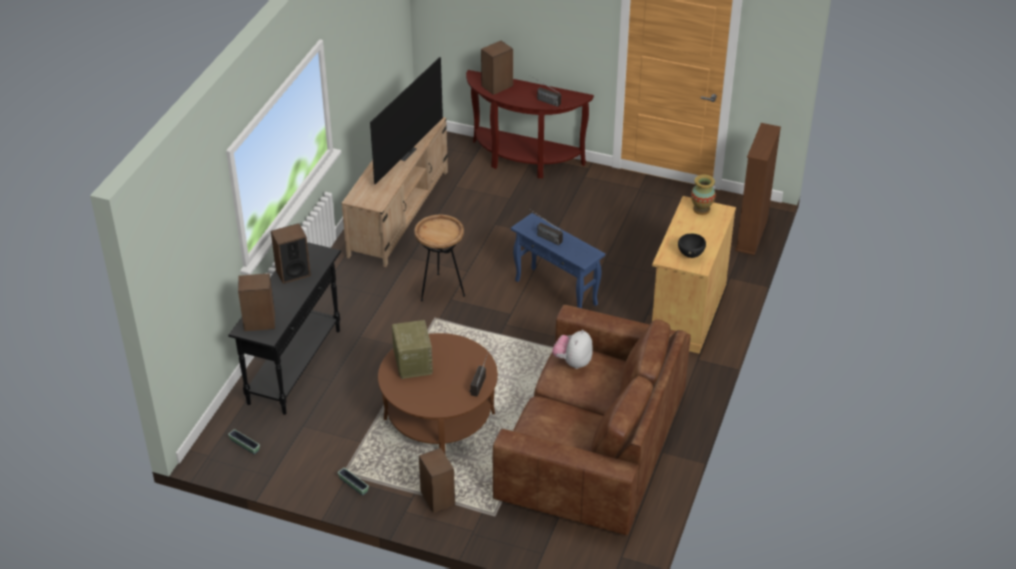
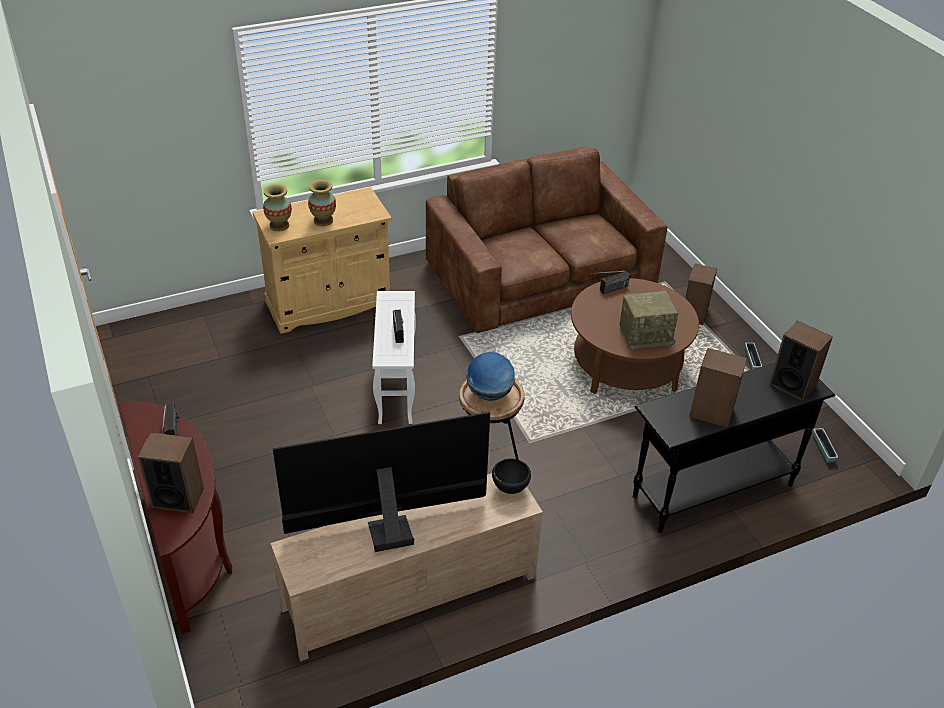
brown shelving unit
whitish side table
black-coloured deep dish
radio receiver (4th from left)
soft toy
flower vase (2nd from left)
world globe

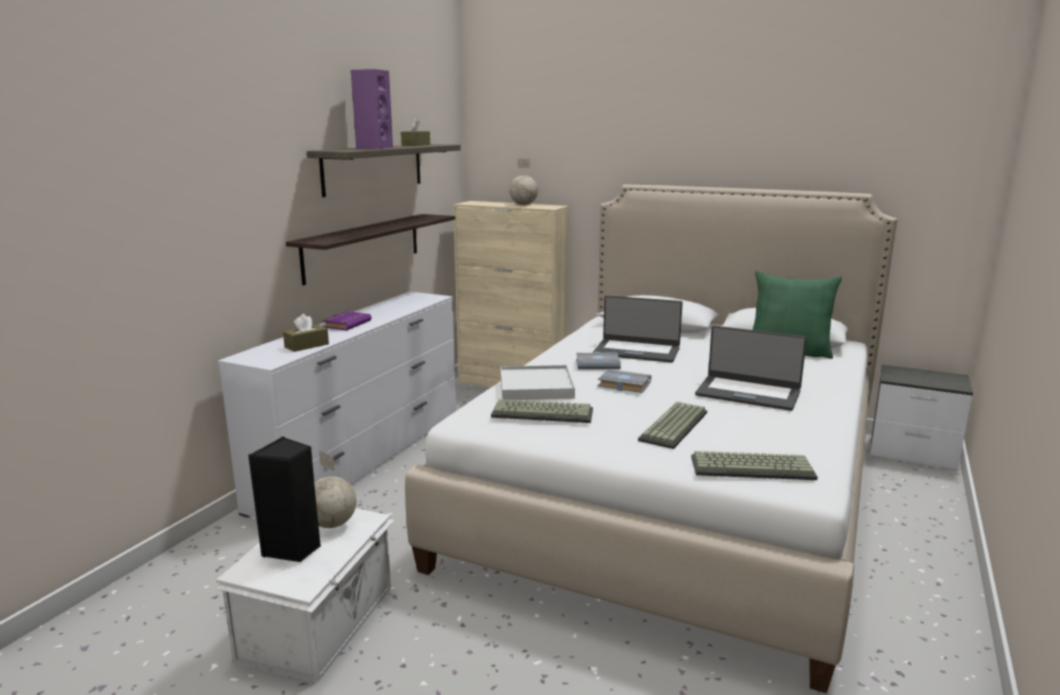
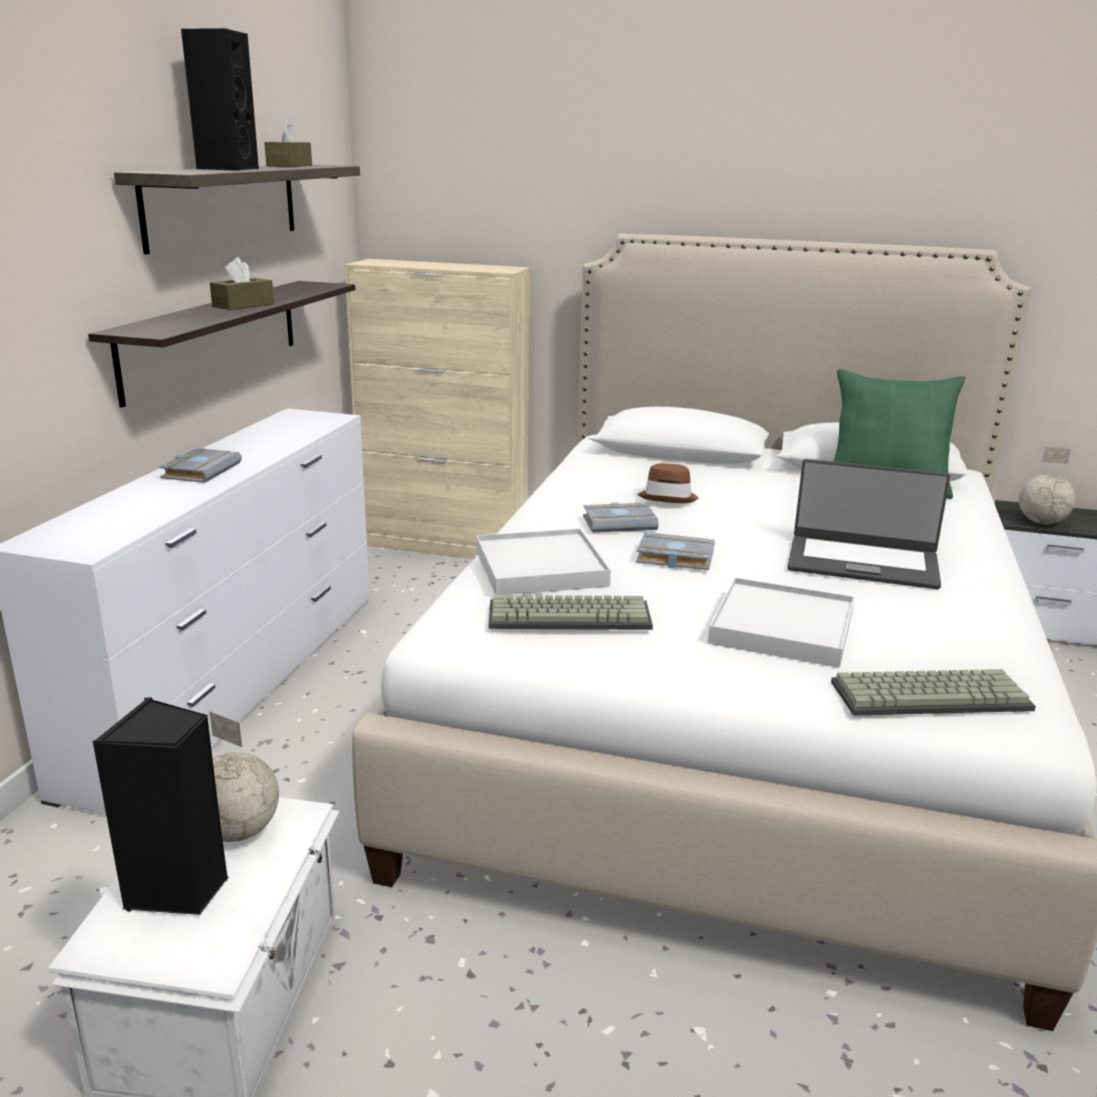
black-coloured speaker (2nd from left)
world globe (2nd from left)
brown wearable hat
grey bound book (1st from left)
brown tissue box (1st from left)
whitish serving tray (2nd from left)

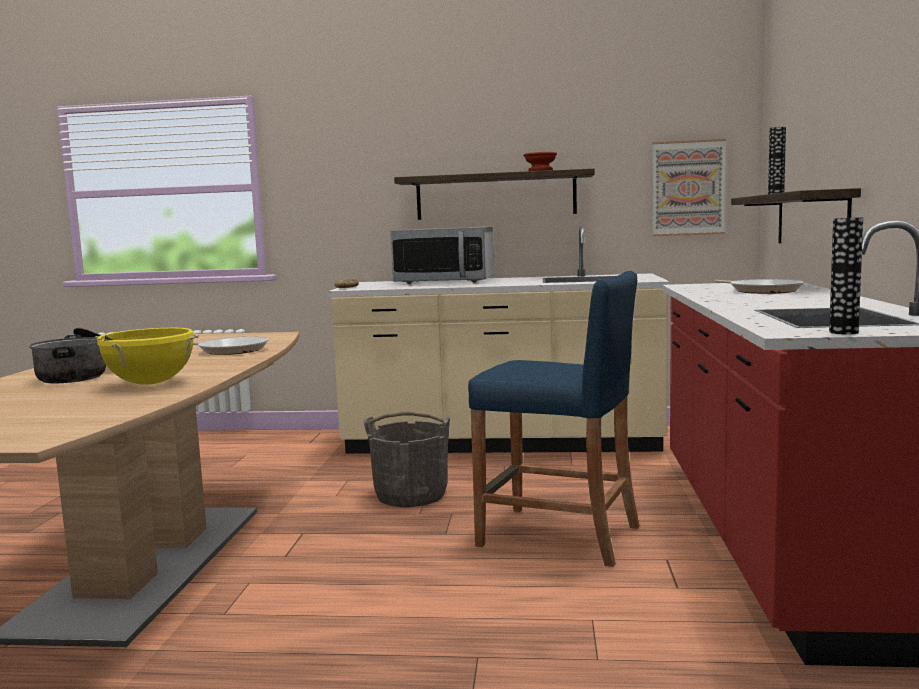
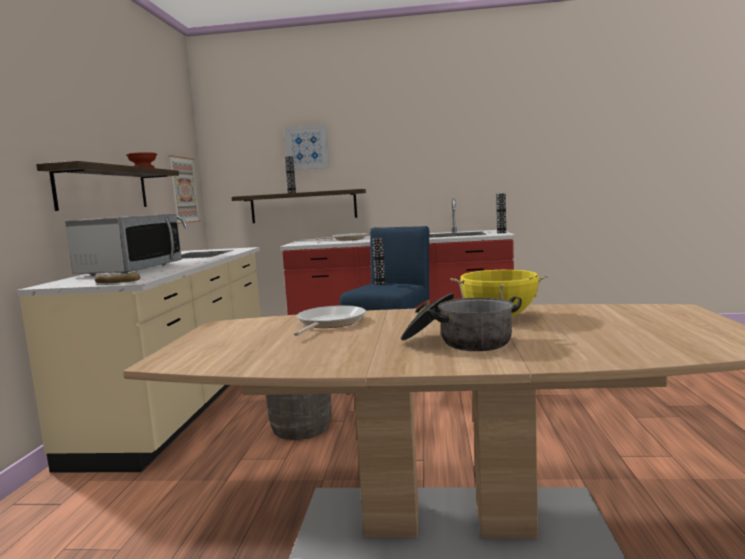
wall art (2nd from left)
flower vase (2nd from left)

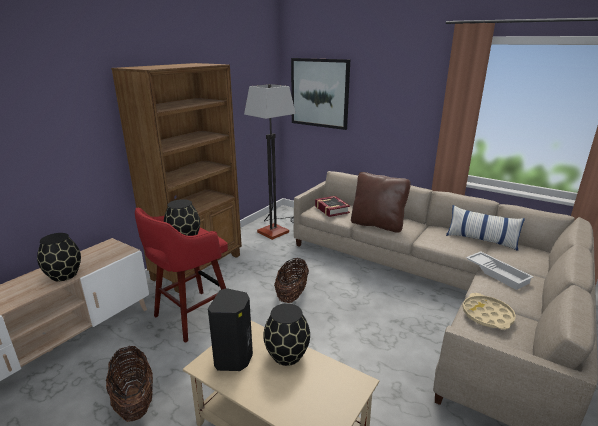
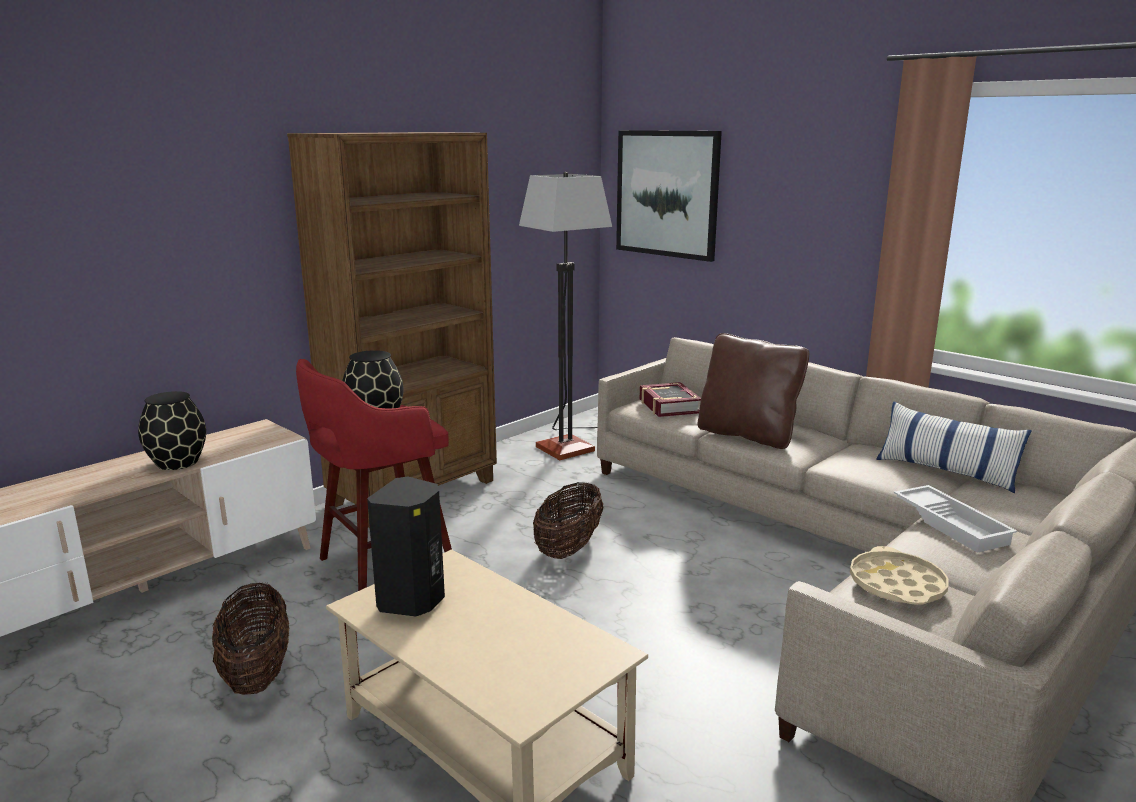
black-coloured flower vase (3rd from left in the first image)

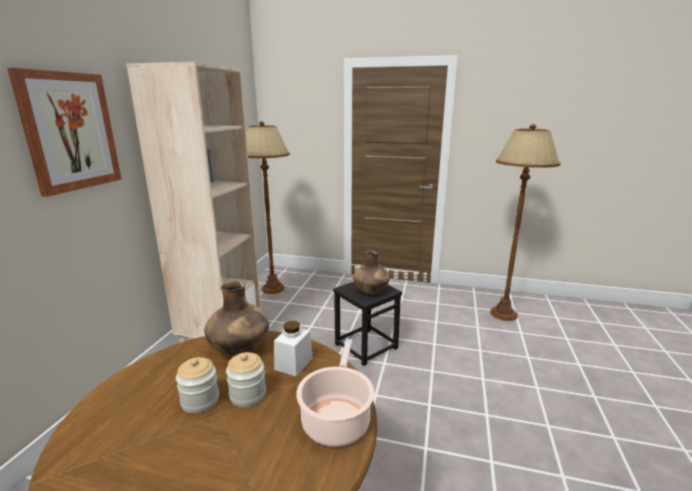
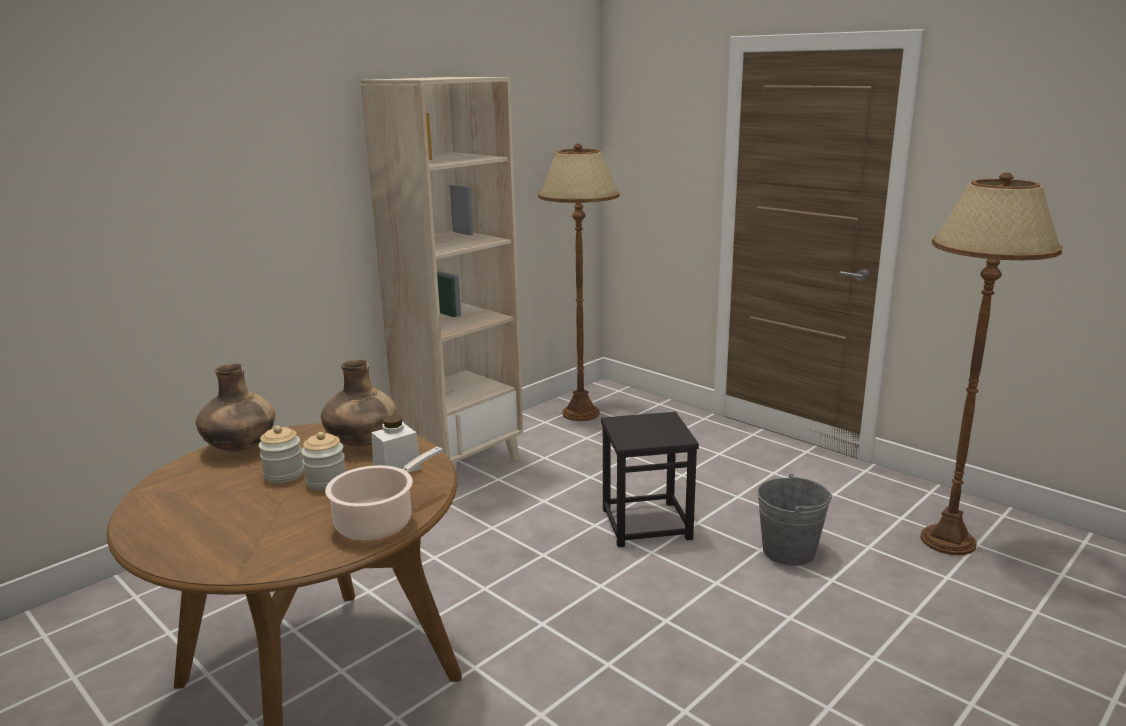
wall art
brown flower vase (1st from left)
grey pail

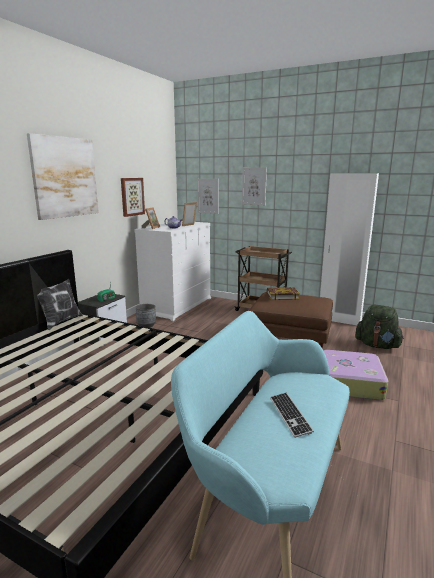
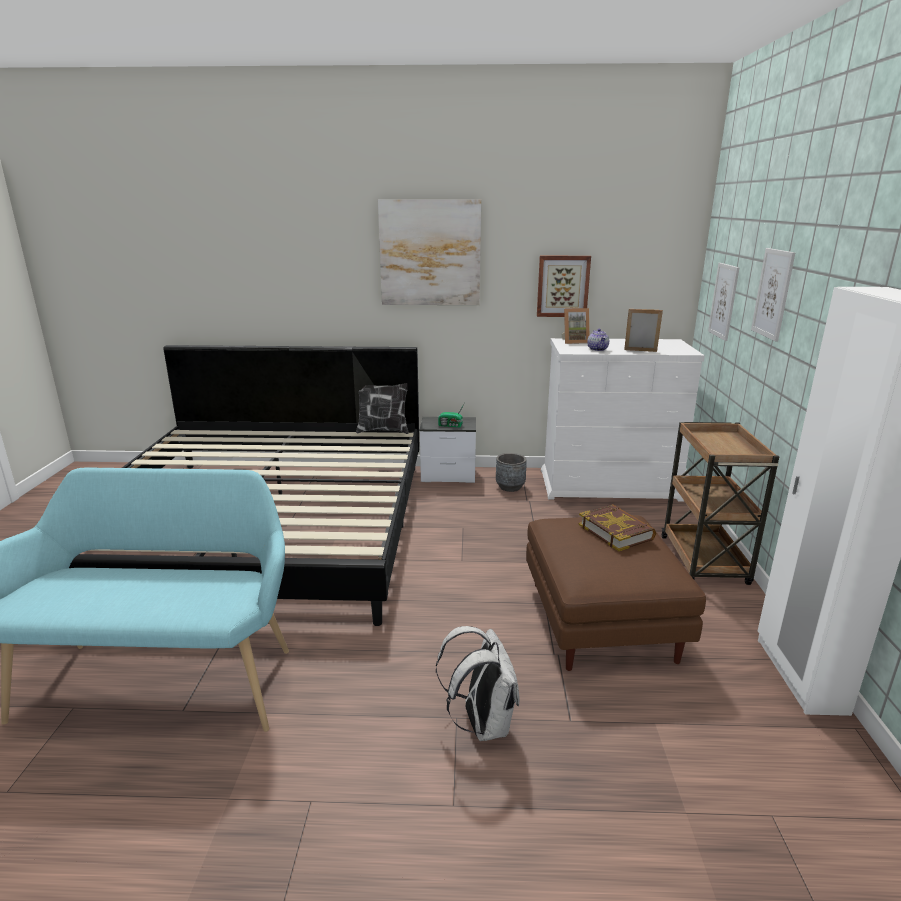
green backpack
whitish backpack
keyboard

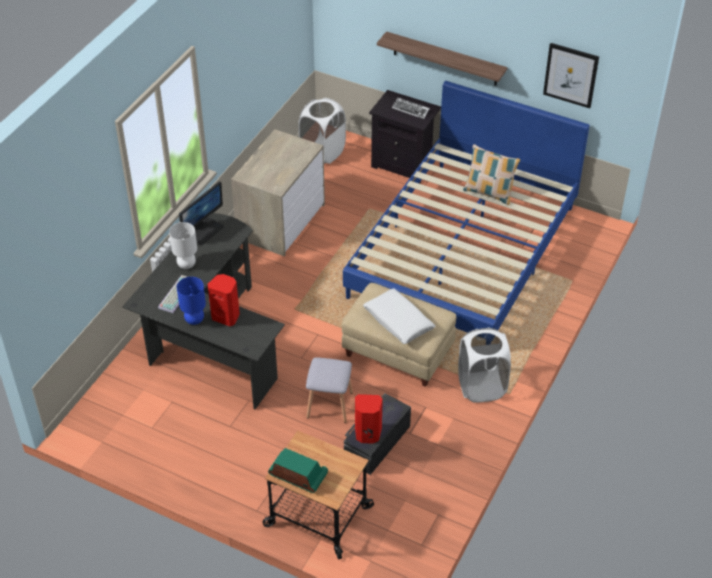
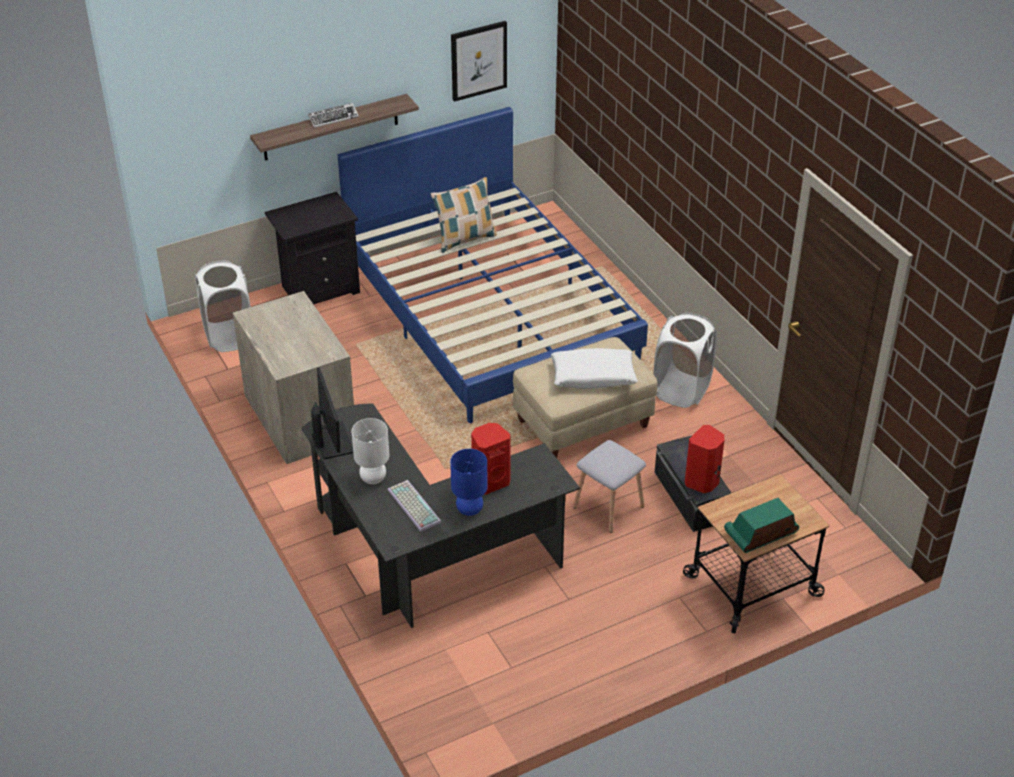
keyboard (1st from left)

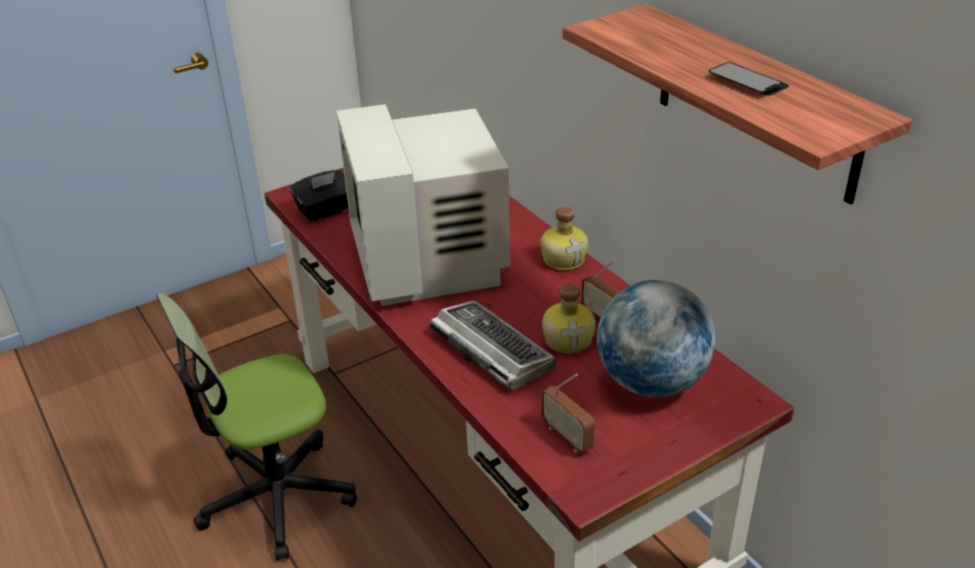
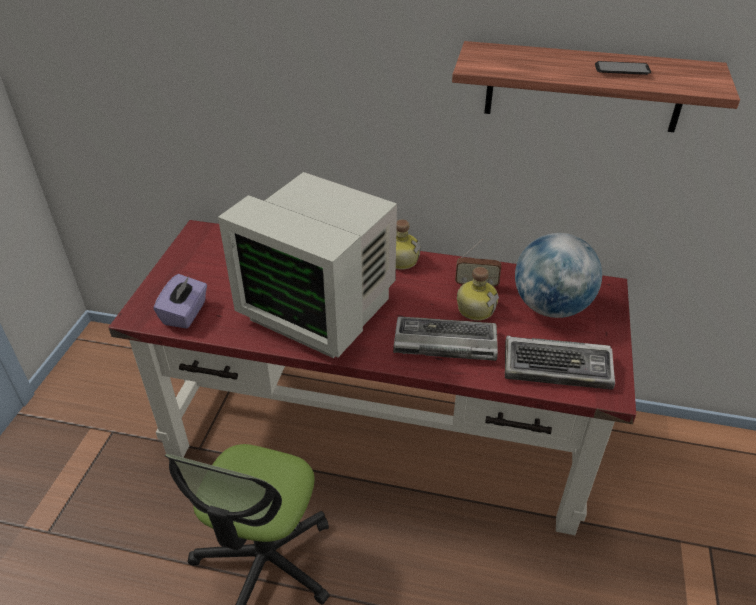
purple-coloured tissue box
keyboard (2nd from left)

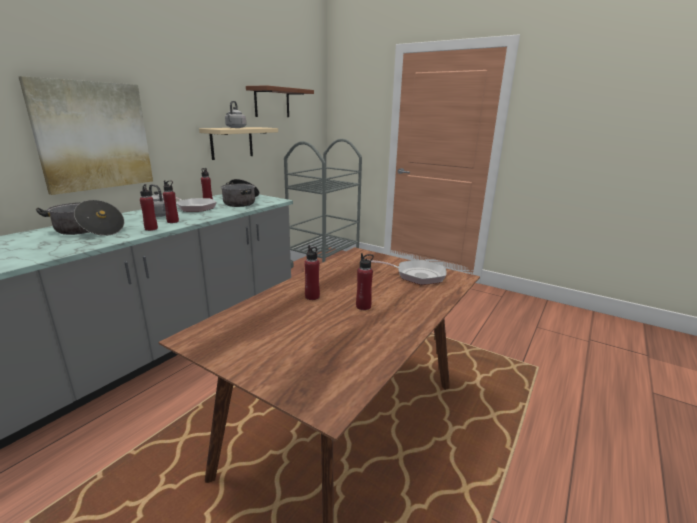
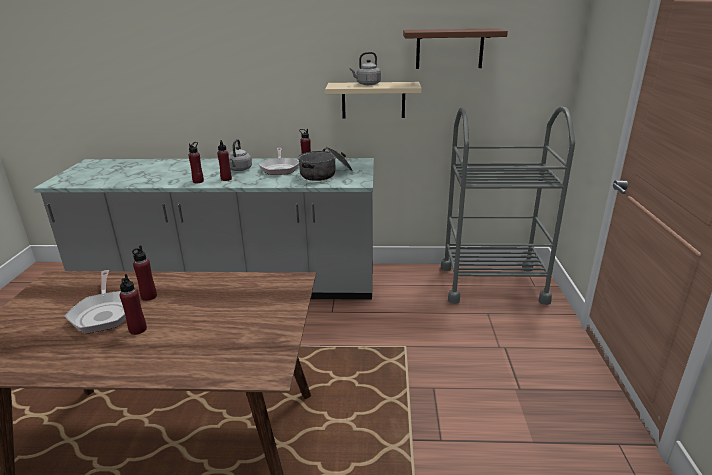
wall art
cooking pot (1st from left in the first image)
pan (1st from left)

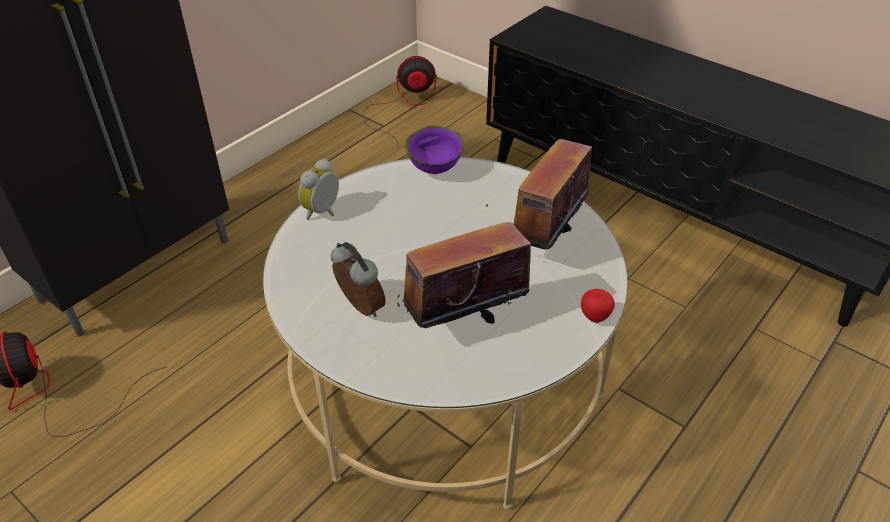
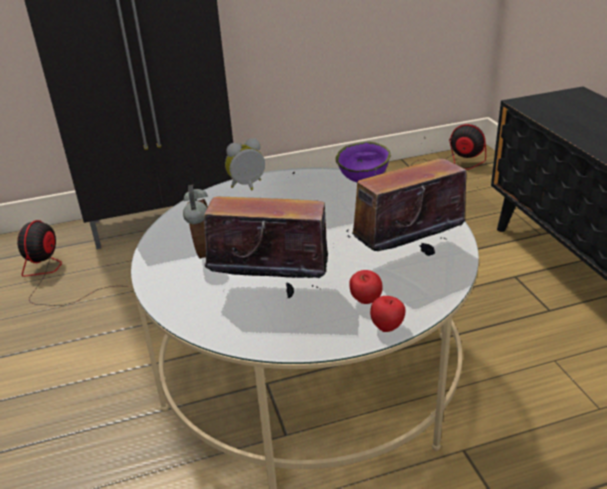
whole apple (1st from left)

